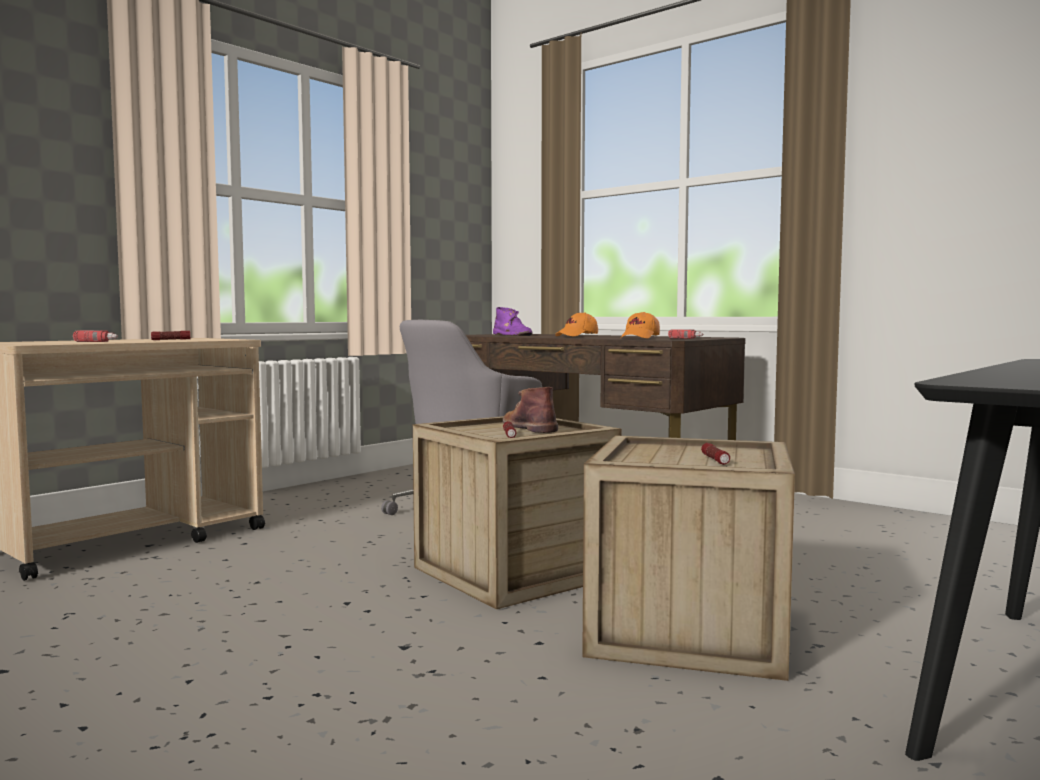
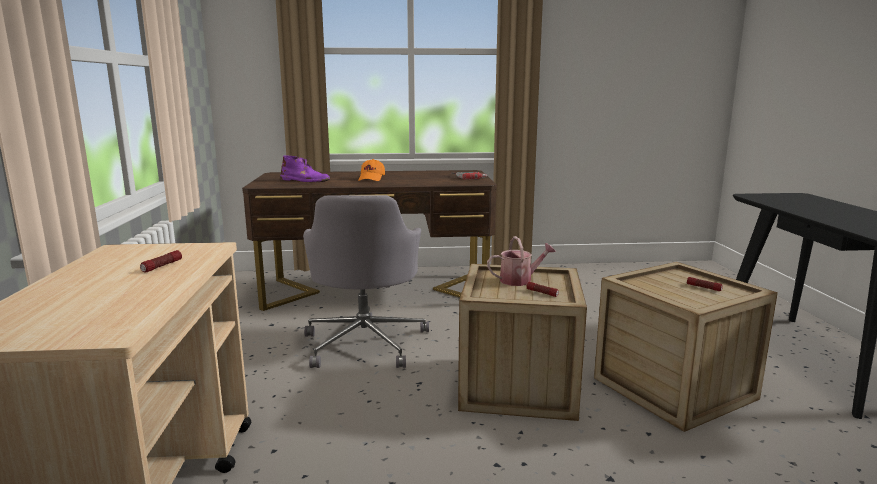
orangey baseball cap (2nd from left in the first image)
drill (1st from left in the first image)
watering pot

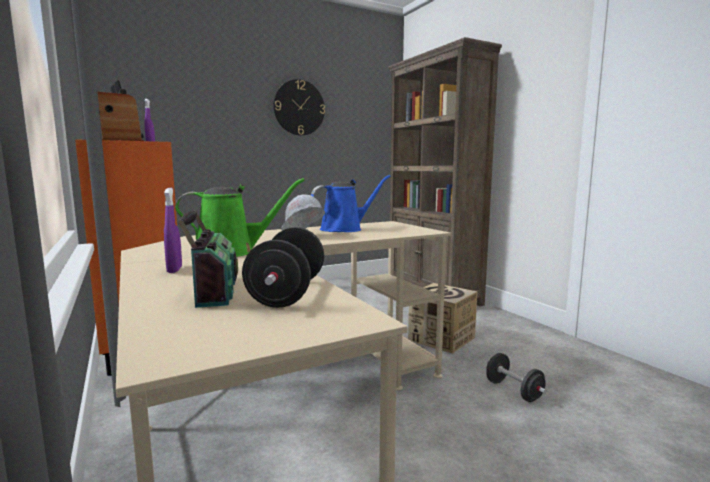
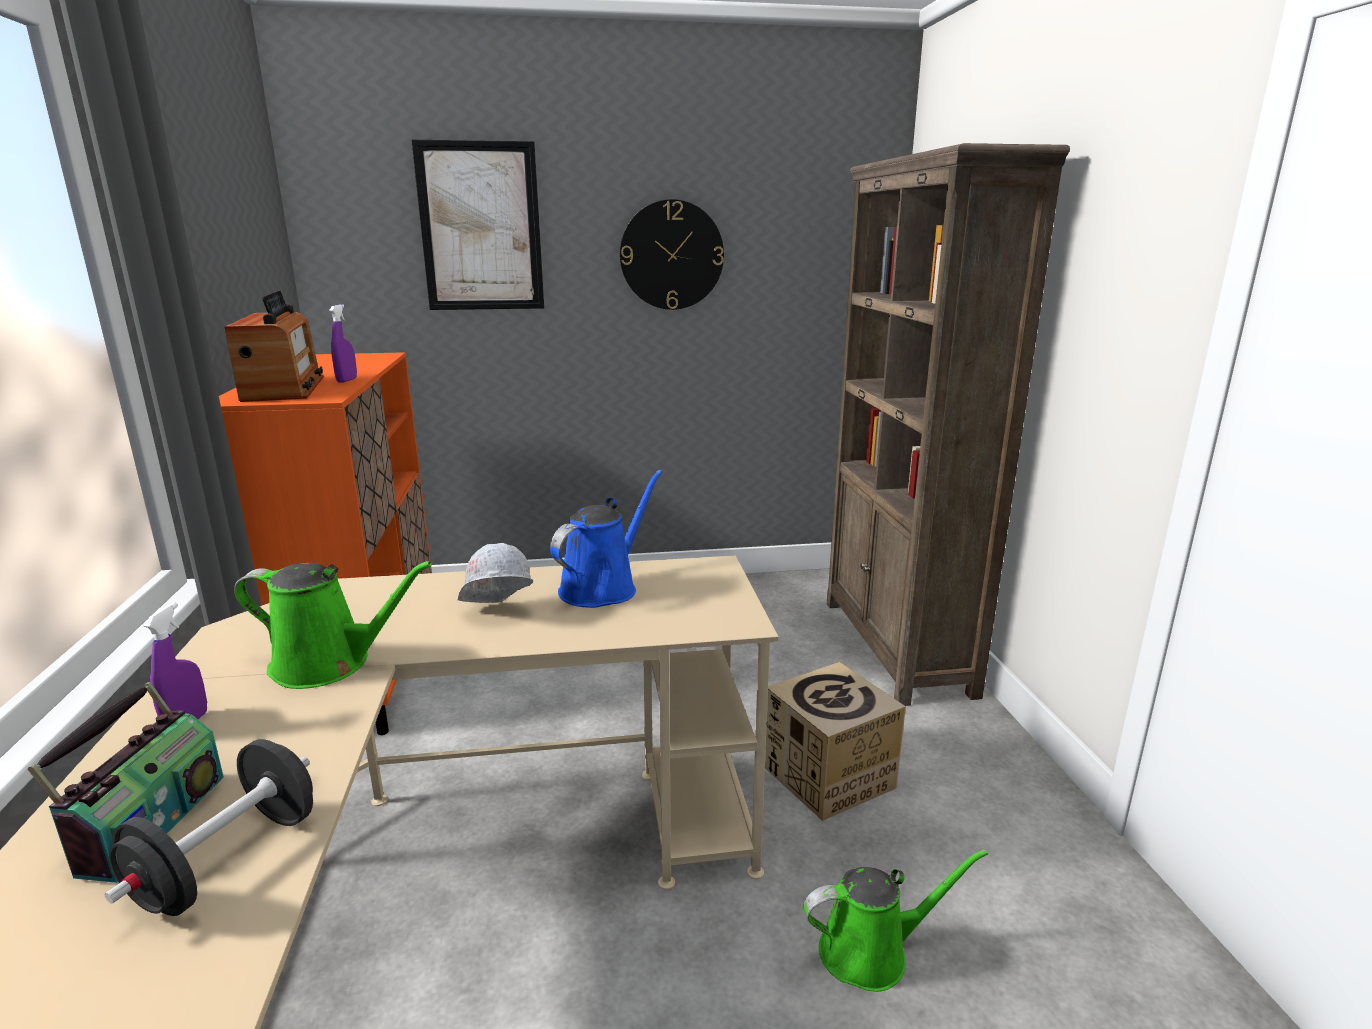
blue-coloured watering pot
green watering pot (2nd from left)
wall art

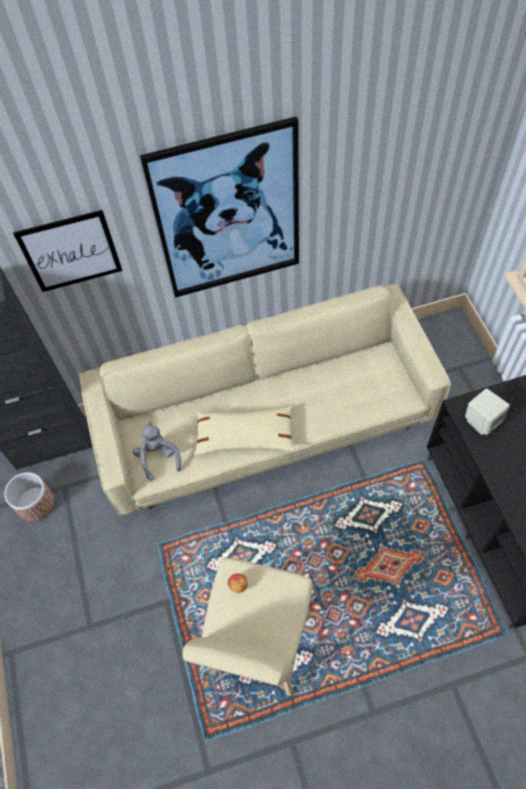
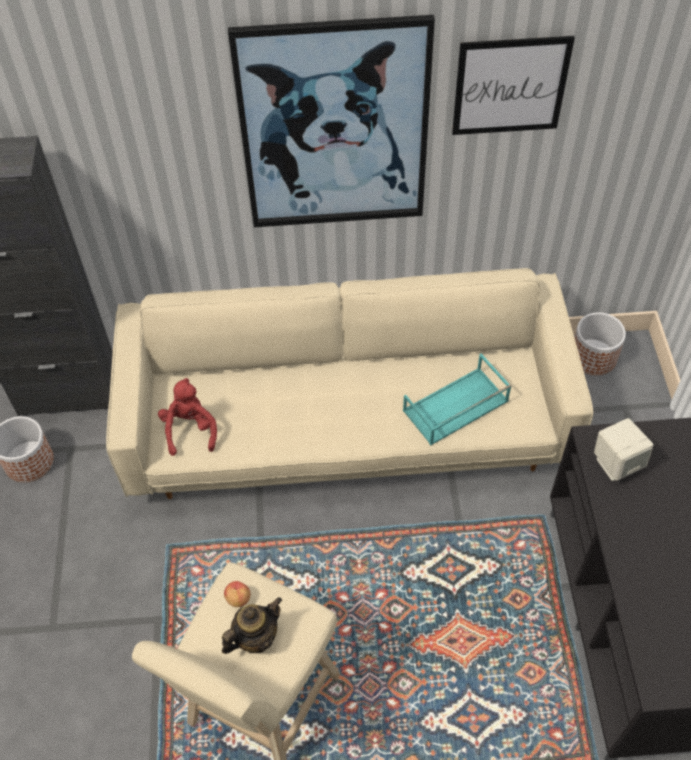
wall art (2nd from left)
beige-coloured throw pillow
reddish soft toy
flower pot (2nd from left)
turquoise-coloured serving tray
tea pot

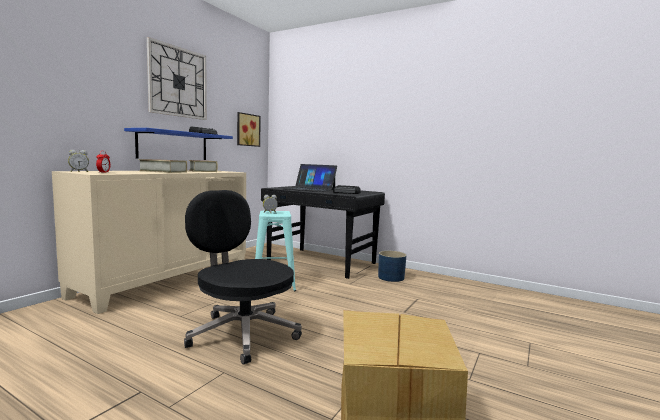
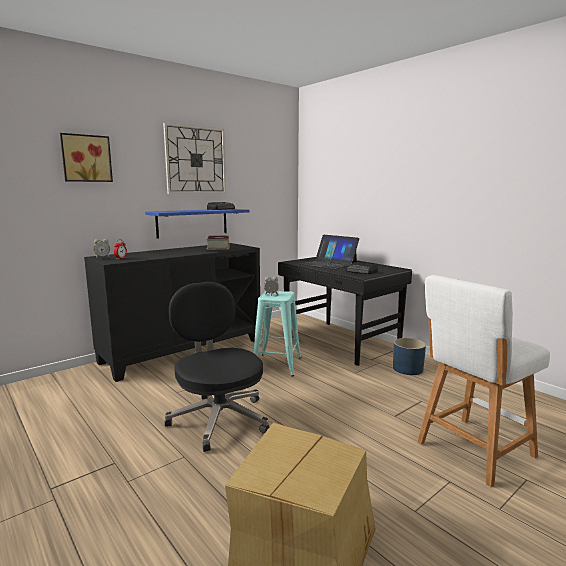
wall art
bound book (1st from left in the first image)
black-coloured cabinet
whitish sitting stool

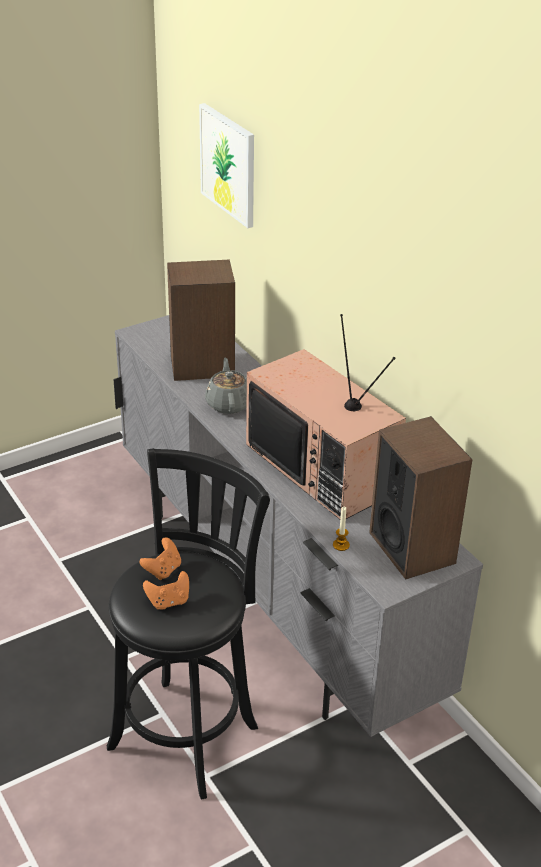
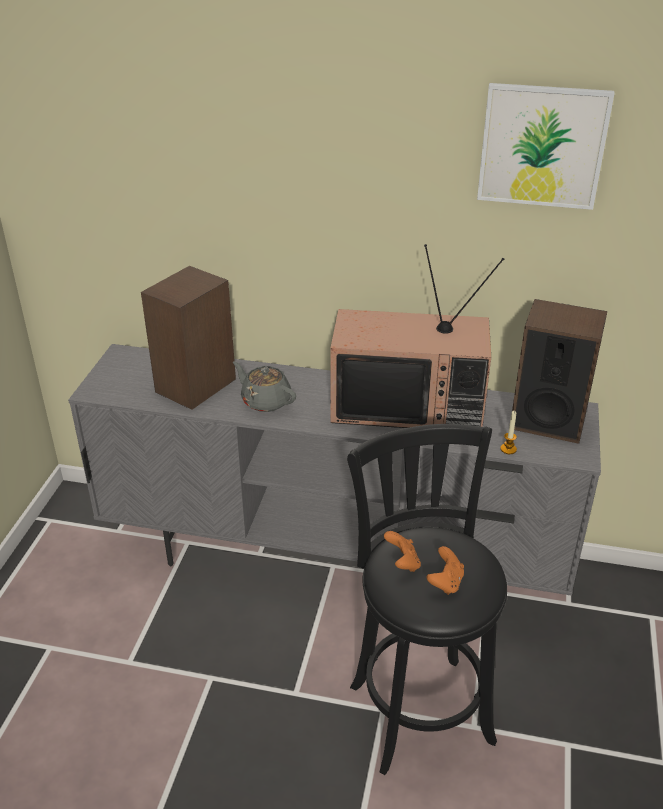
wall art

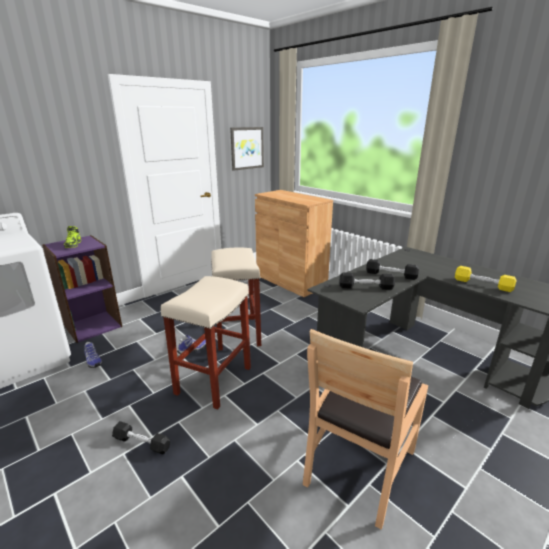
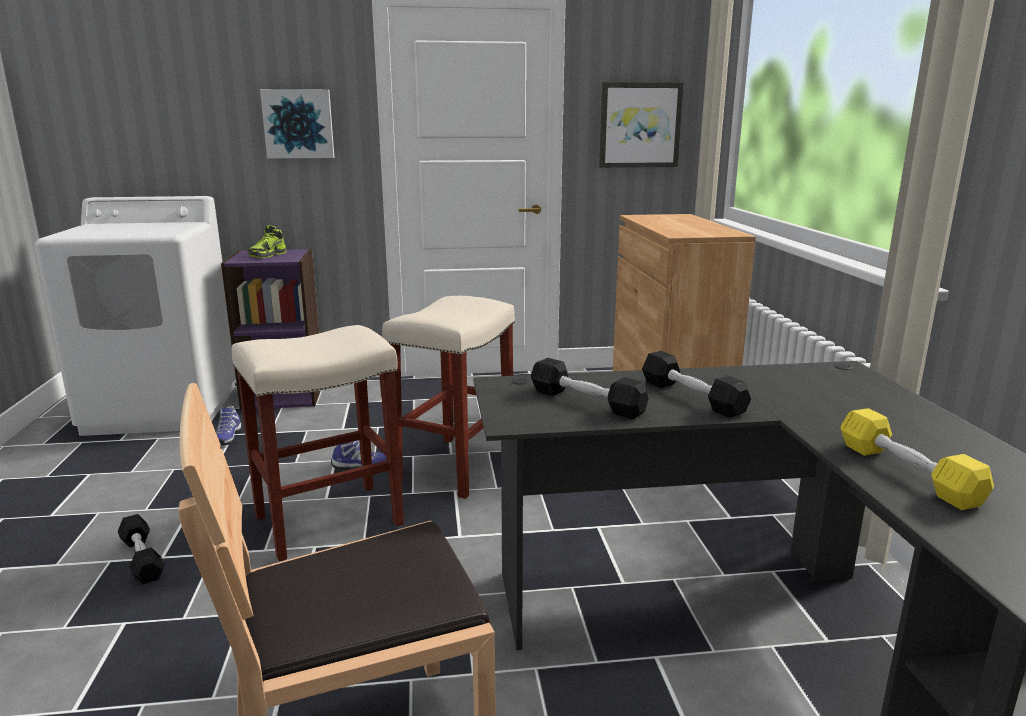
wall art (1st from left)

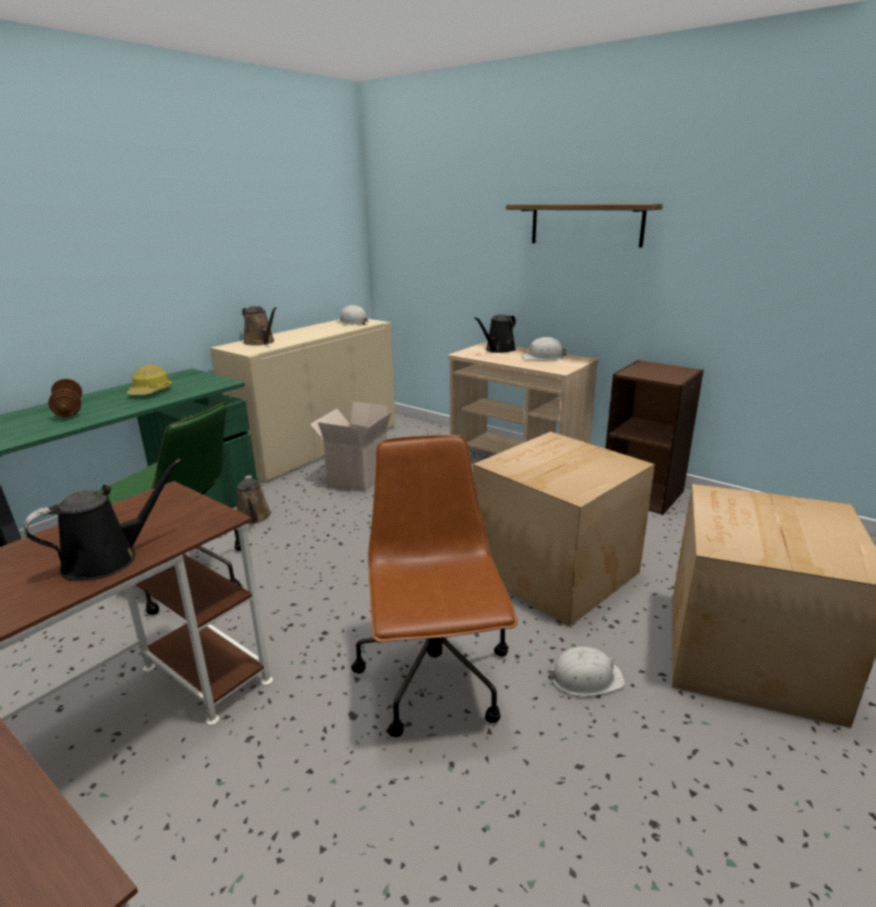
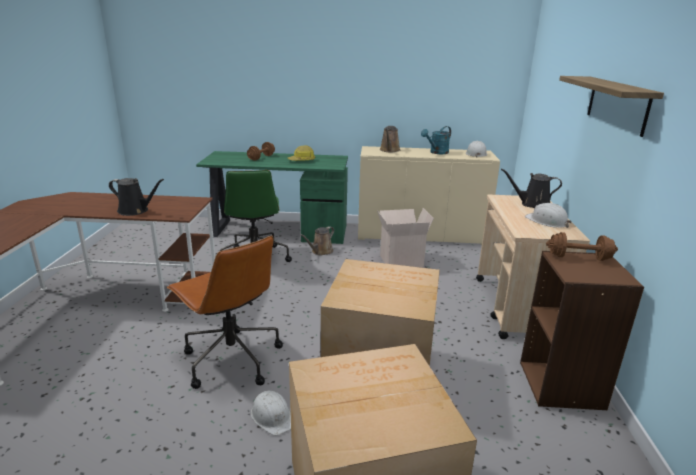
brown office chair
turquoise-coloured watering pot
brown hand weight (2nd from left)

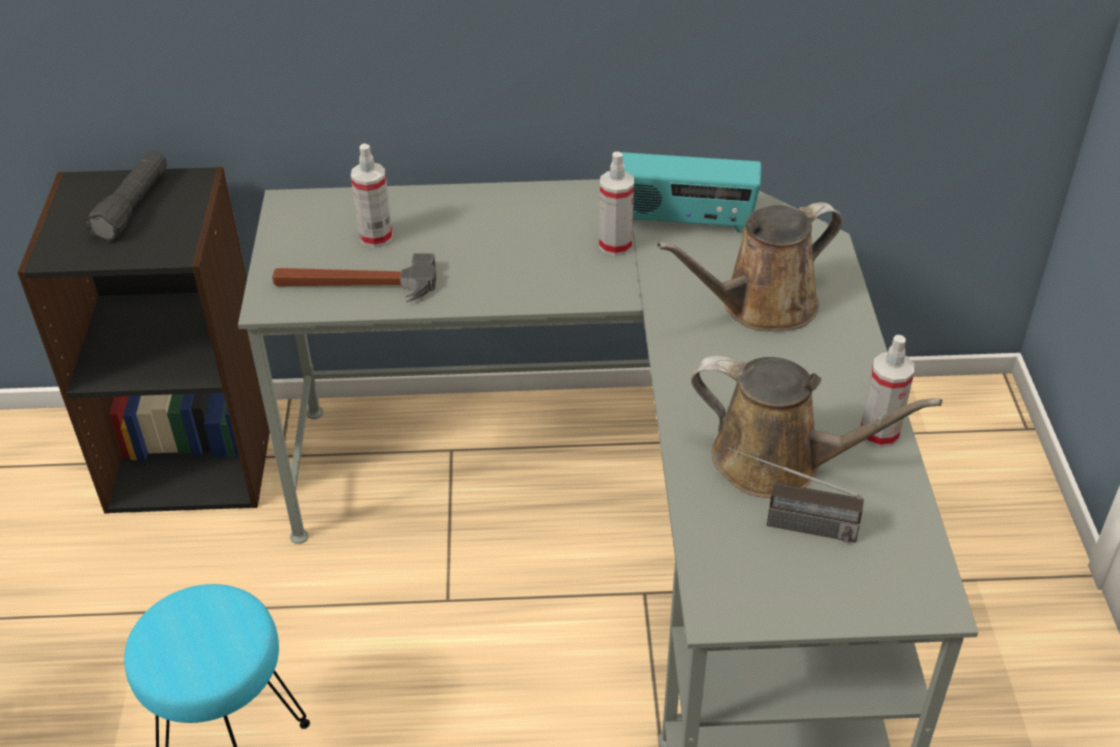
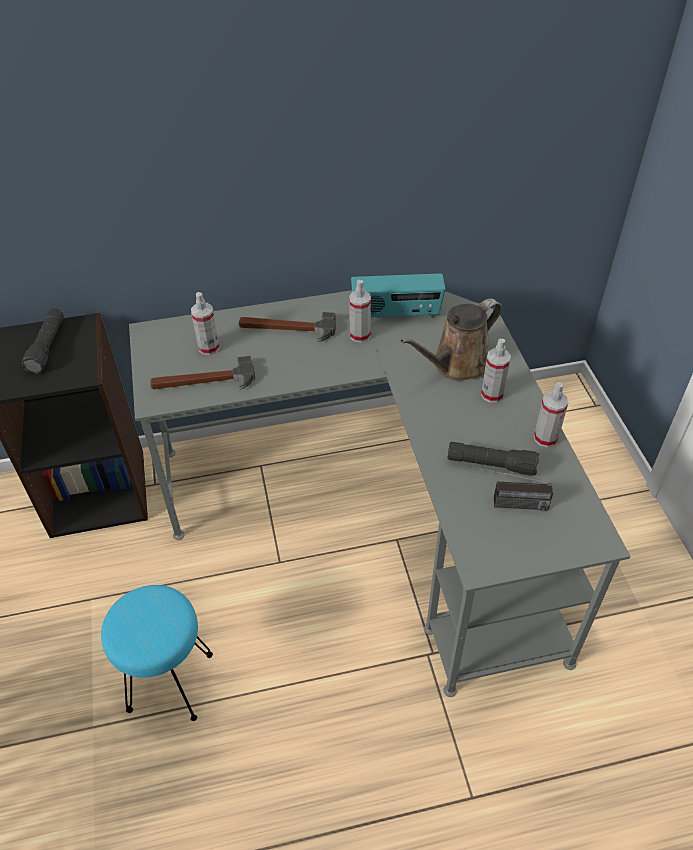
black-coloured torch (2nd from left)
hammer (2nd from left)
hand sprayer (3rd from left)

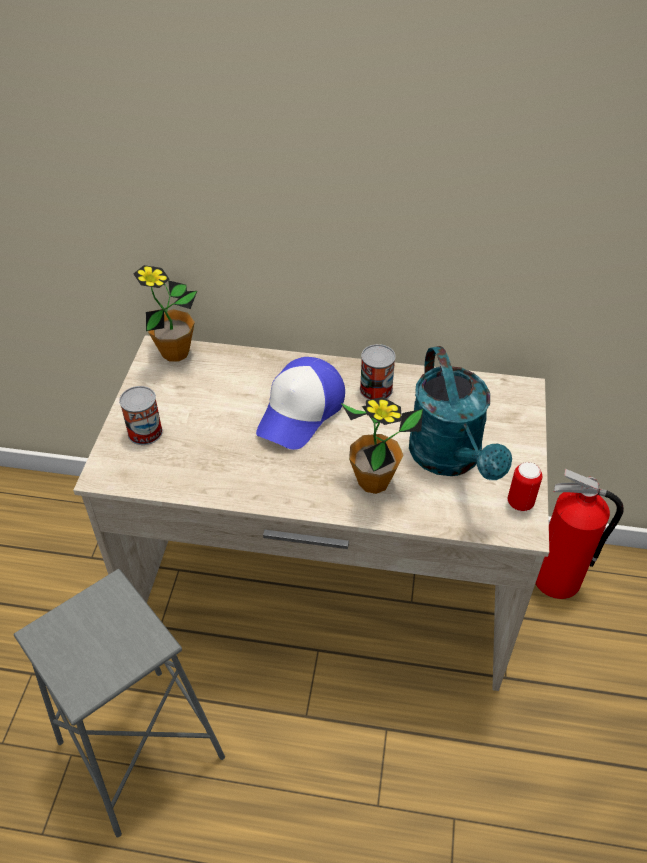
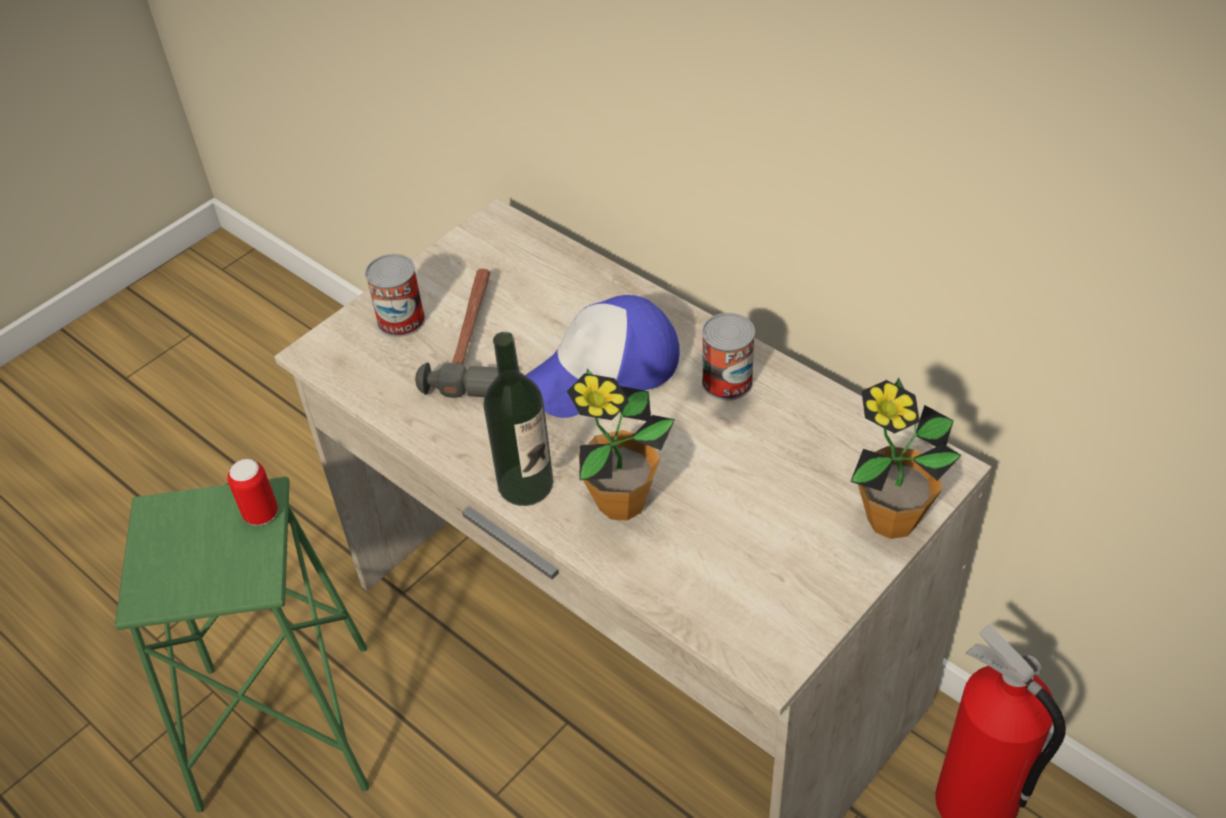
plant in a pot (2nd from left)
turquoise-coloured watering pot
metal can (1st from left)
green sitting stool
hammer
bottle

